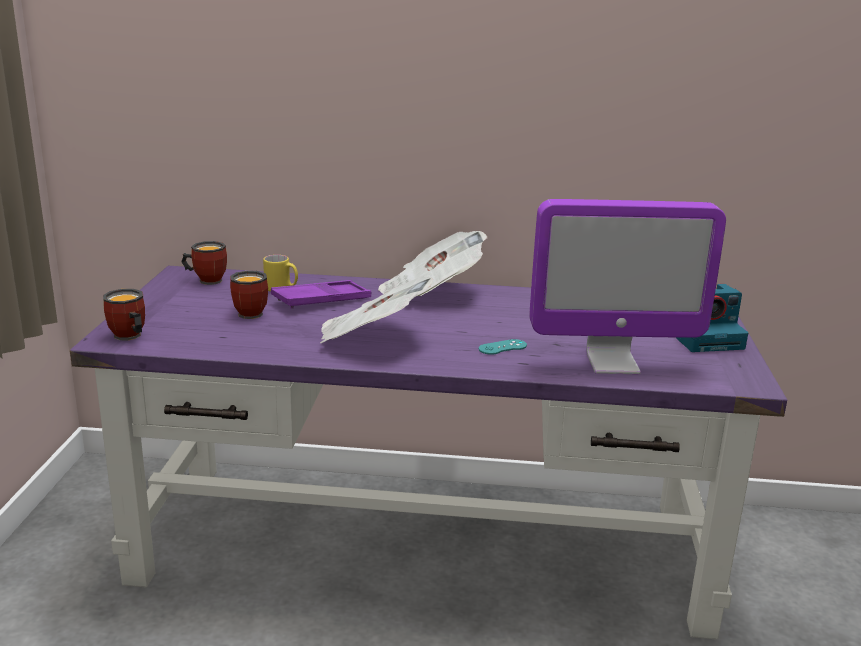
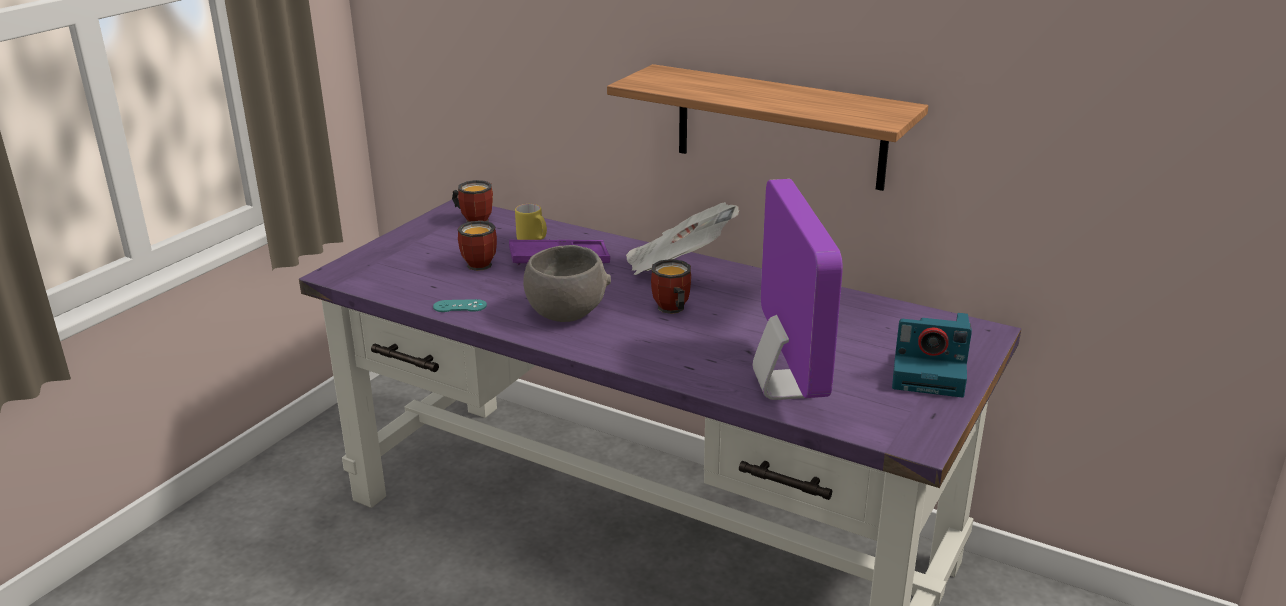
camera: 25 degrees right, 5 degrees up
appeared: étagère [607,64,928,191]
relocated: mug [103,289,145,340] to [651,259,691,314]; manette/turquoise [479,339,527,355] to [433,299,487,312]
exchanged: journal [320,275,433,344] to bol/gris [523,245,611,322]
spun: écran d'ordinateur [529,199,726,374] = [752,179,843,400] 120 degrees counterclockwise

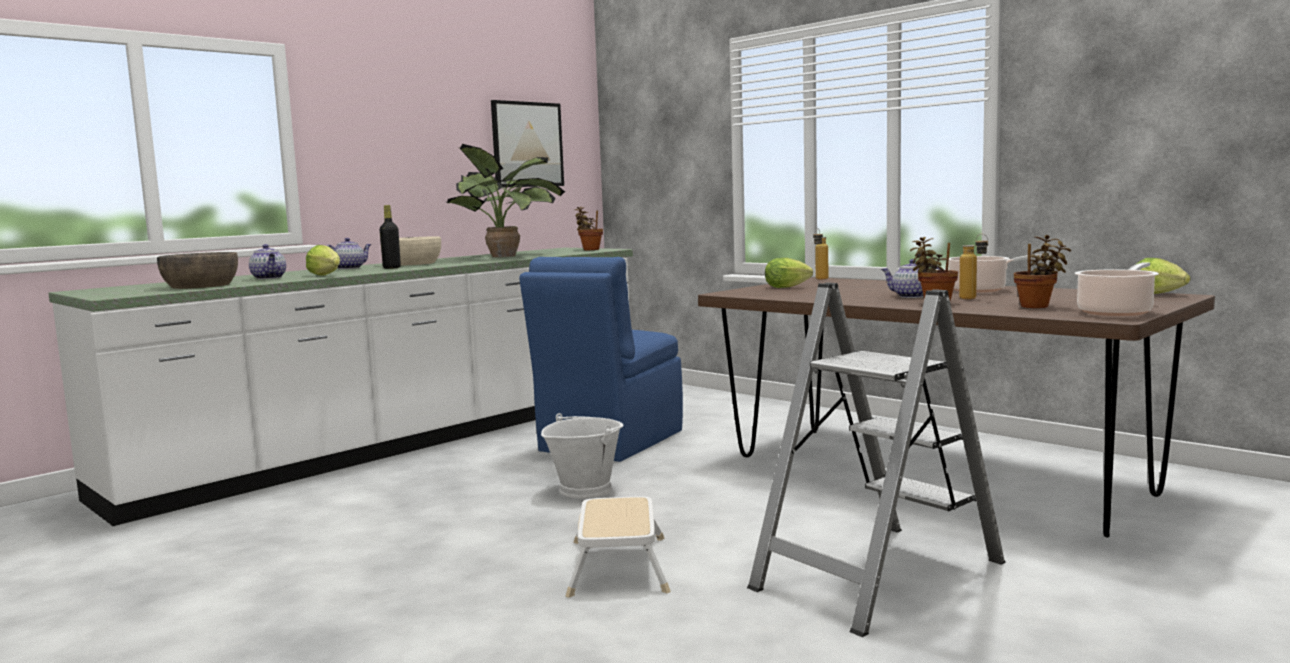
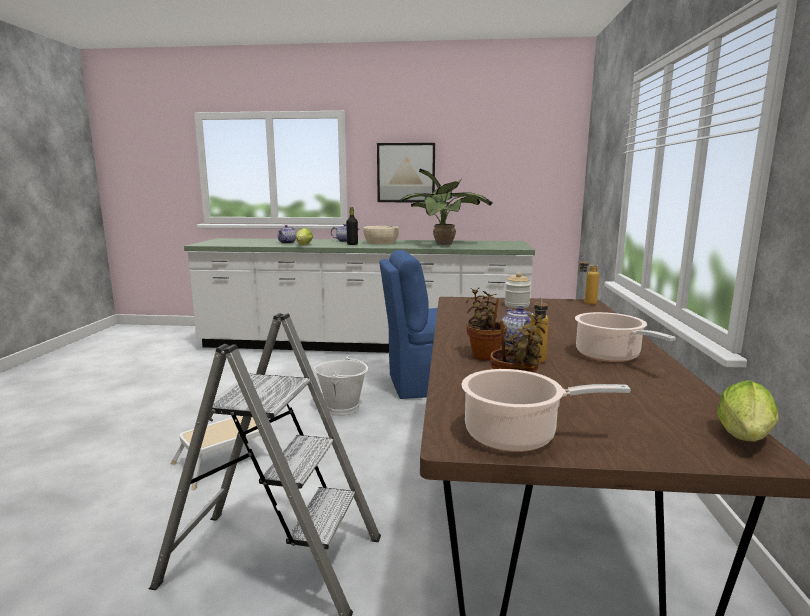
camera: 50 degrees right, 5 degrees up
missing: bol/marron [157,252,238,289]; plante en pot [575,207,603,250]
relocated: tableau [491,100,564,187] to [377,143,435,202]
exchanged: laitue [765,258,813,288] to bocal [505,272,531,308]

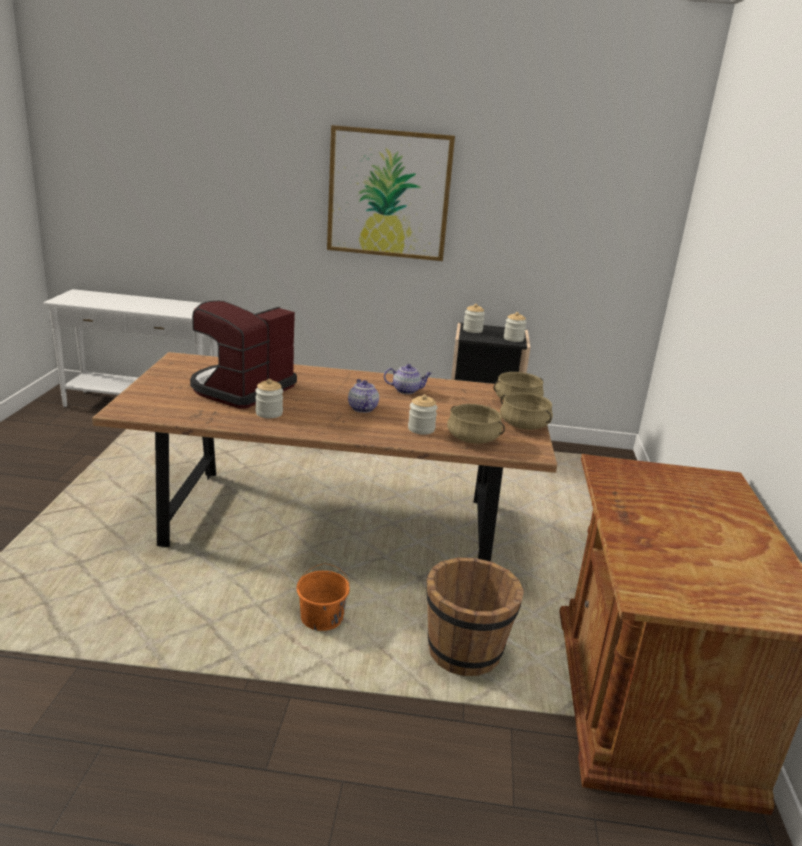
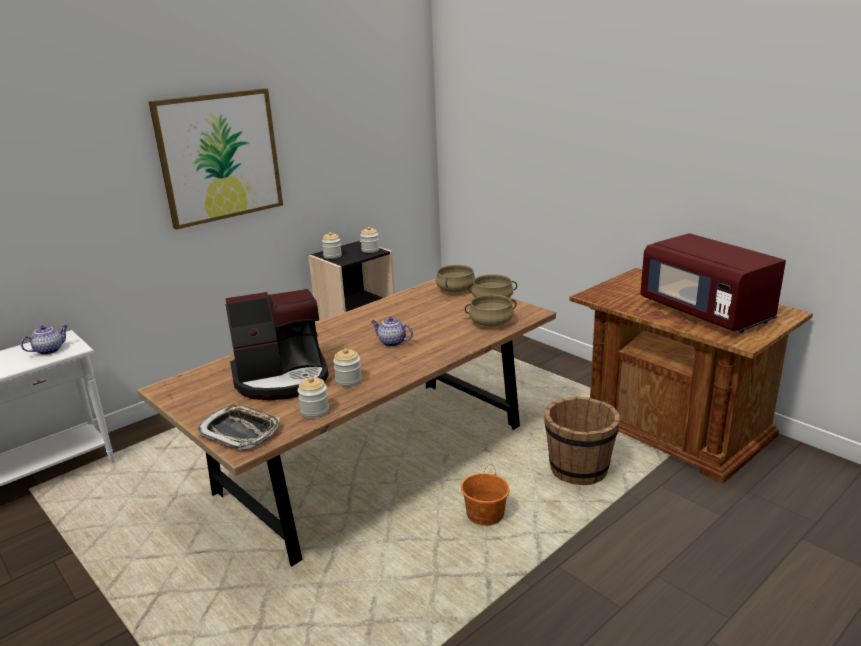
camera: 45 degrees left, 0 degrees up
appeared: plateau [197,405,280,449]; micro-ondes/rouge [640,233,786,333]
relocated: théière [384,364,432,394] to [21,325,68,355]; bocal [408,394,437,435] to [298,377,329,418]
spun: machine à café [190,301,297,409] = [225,289,329,400] 90 degrees counterclockwise

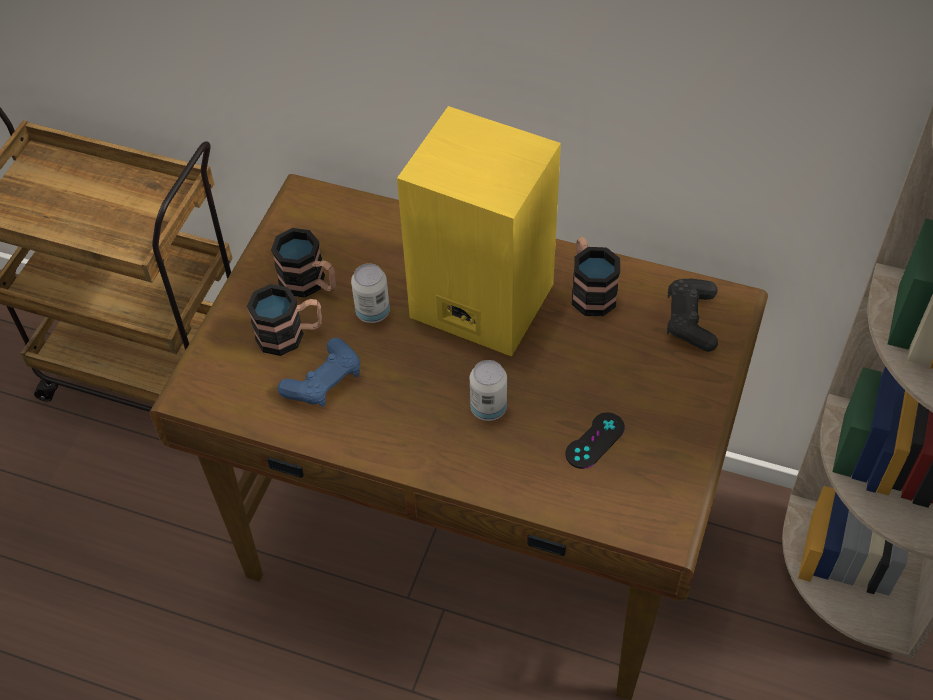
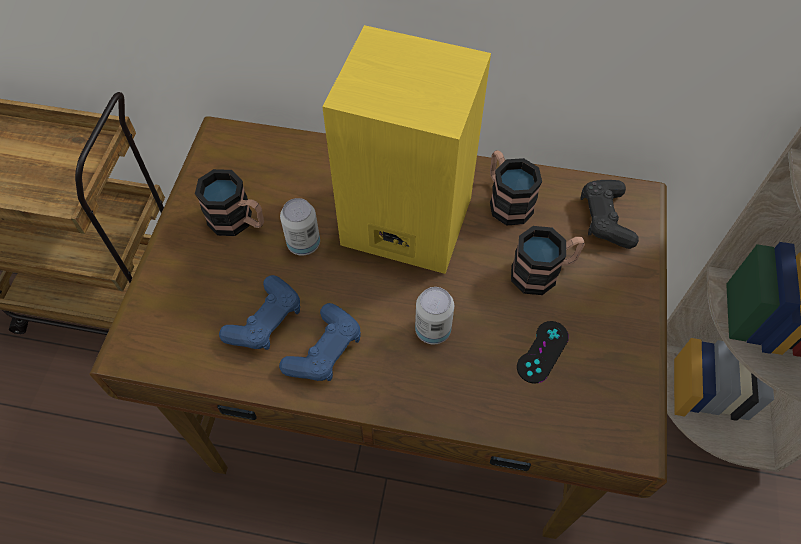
camera: 10 degrees left, 5 degrees up
appeared: manette/bleu [279,303,361,381]
relocated: mug [247,284,322,356] to [511,226,585,295]

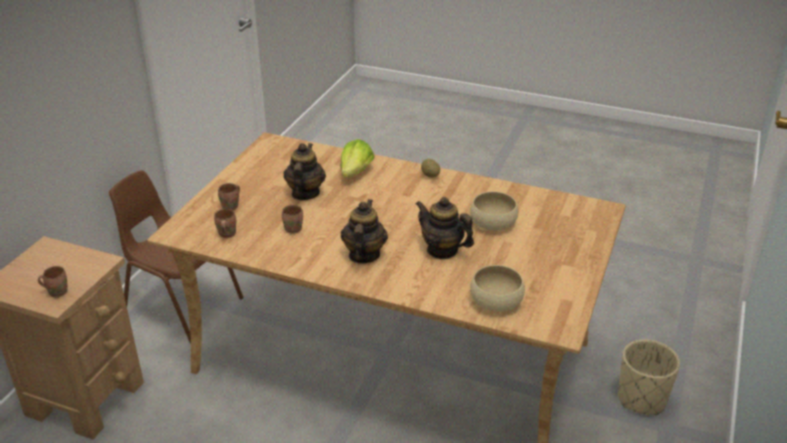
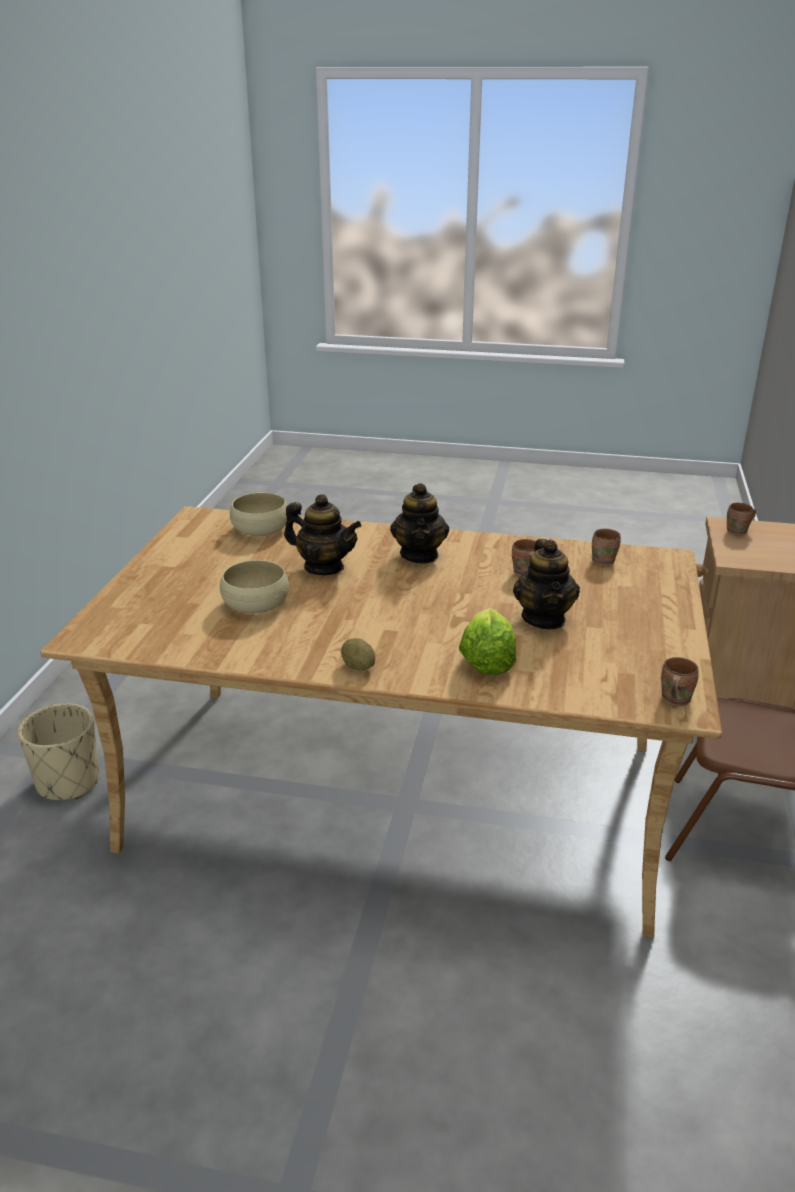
camera: 170 degrees right, 5 degrees down
relocated: mug/marron [218,183,240,210] to [661,657,699,706]

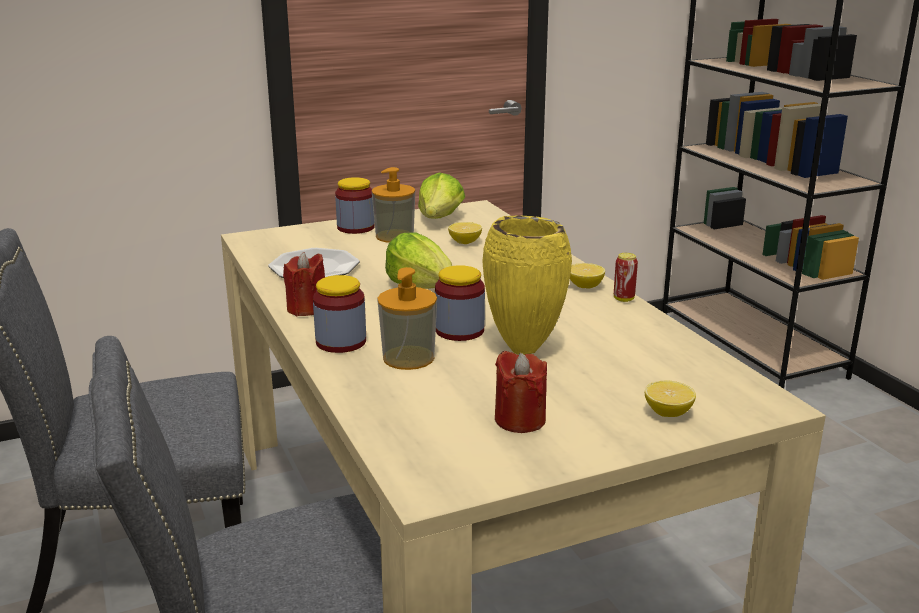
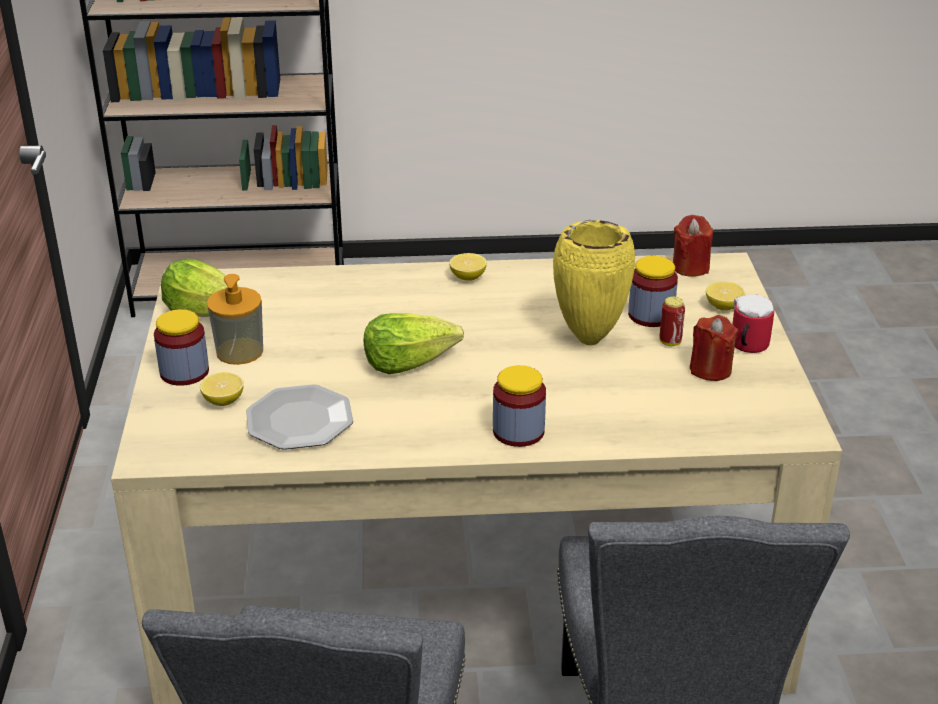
camera: 70 degrees left, 10 degrees up
missing: distributeur de savon [377,267,437,370]
appeared: mug [733,294,774,353]
relocated: bougie/rouge [283,252,325,316] to [673,215,713,277]; bocal [435,265,485,341] to [628,256,678,327]; citron [448,222,482,244] to [200,372,244,406]; boîte métallique [614,253,638,302] to [659,297,685,346]

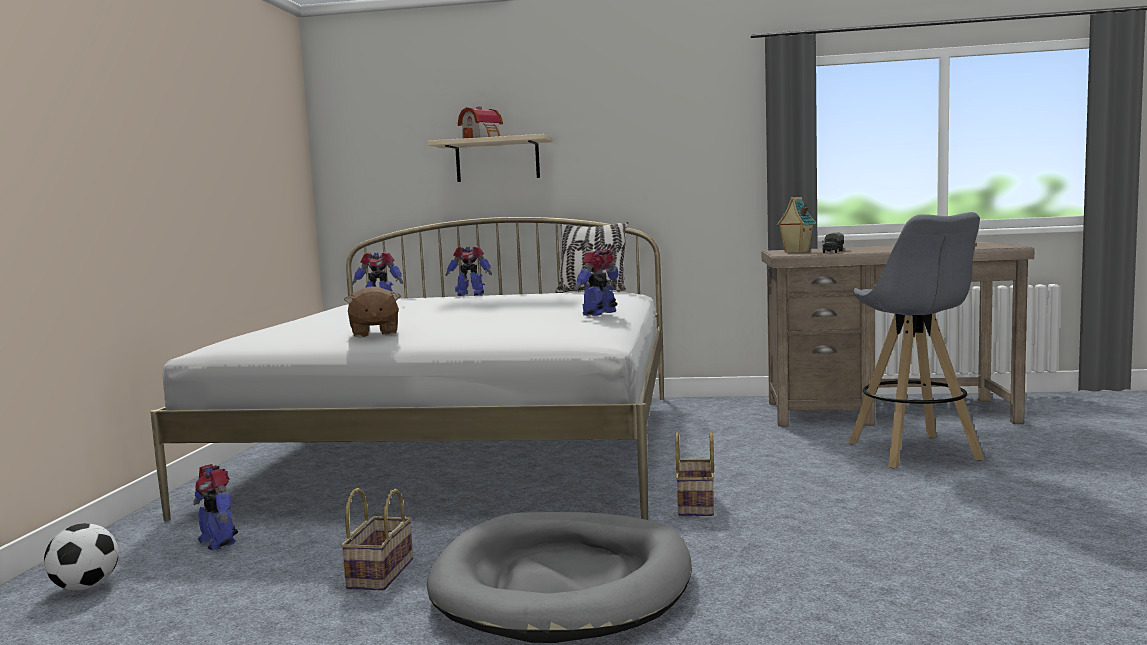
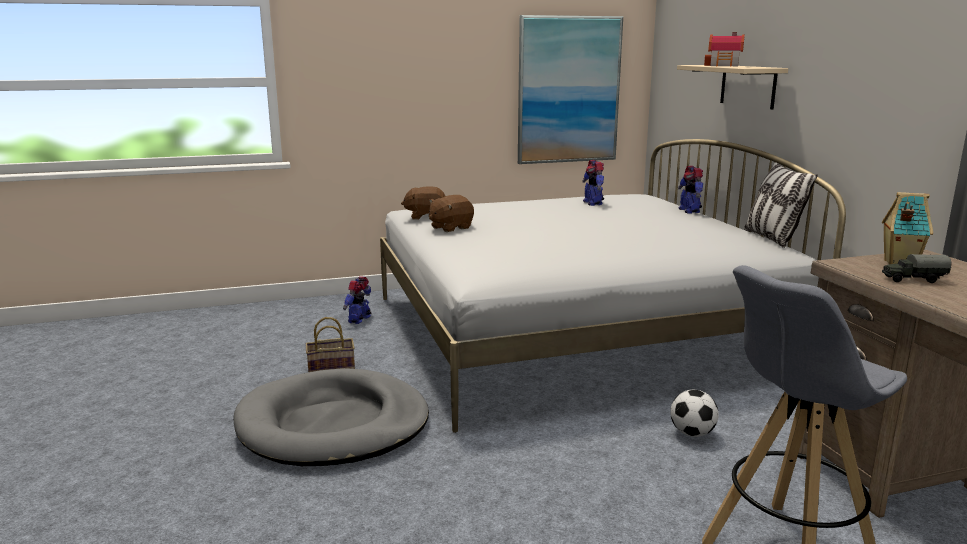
camera: 65 degrees right, 10 degrees up
missing: robot jouet [574,249,619,316]; panier [675,432,714,516]
appeared: peluche/marron [401,186,445,219]; tableau [518,15,623,164]
relocated: ballon de foot [44,523,119,591] to [670,390,719,437]

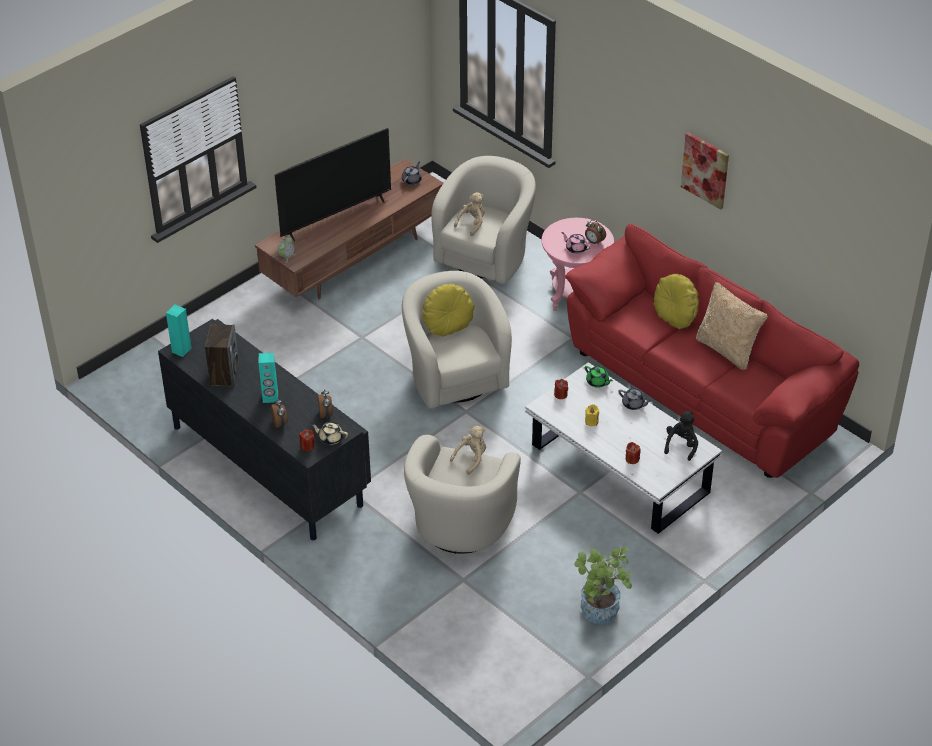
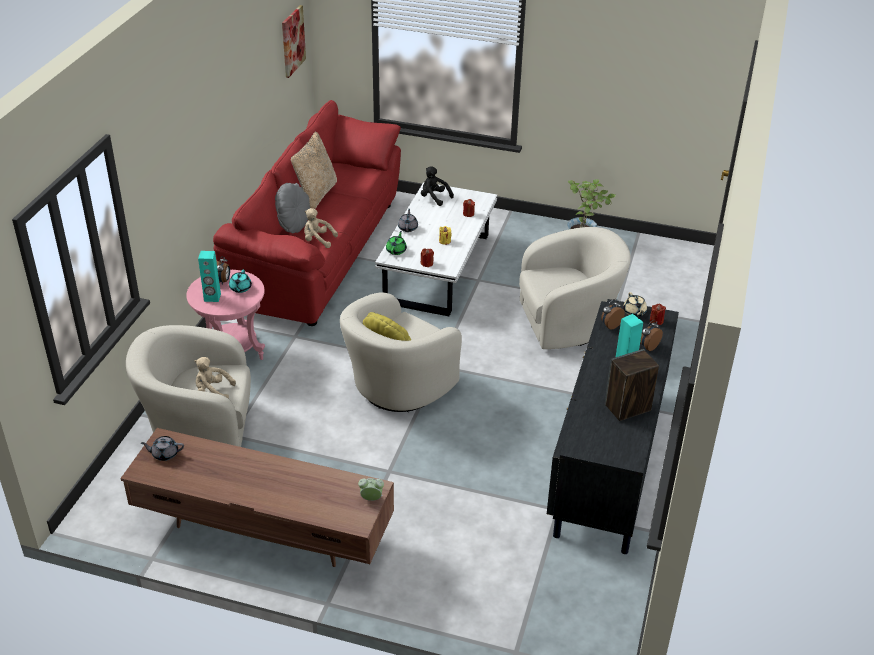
camera: 120 degrees left, 5 degrees down
missing: téléviseur [275,128,391,242]
relocated: enceinte/turquoise [166,305,192,357] to [198,251,221,302]; peluche/beige [450,426,486,475] to [304,208,338,248]; tableau [681,132,729,210] to [282,5,306,78]
colour: théière/rose [561,232,591,254] to théière/turquoise [229,270,252,293]; coussin/jaune [654,274,699,329] to coussin/gris [275,183,310,233]
spun: peluche/noir [664,411,698,461] = [421,166,454,206] 45 degrees clockwise

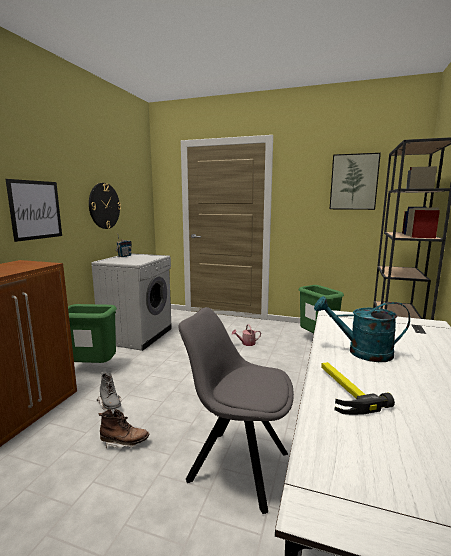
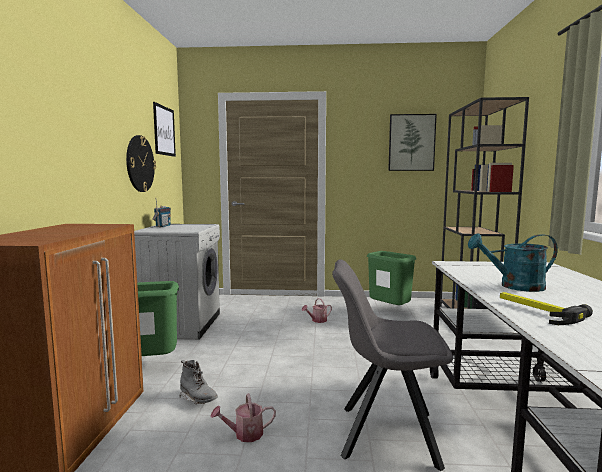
camera: 15 degrees left, 5 degrees down
relocated: tableau [5,179,62,242] to [153,102,176,157]
exchanged: botte/marron [99,409,149,449] to arrosoir [210,393,276,442]

